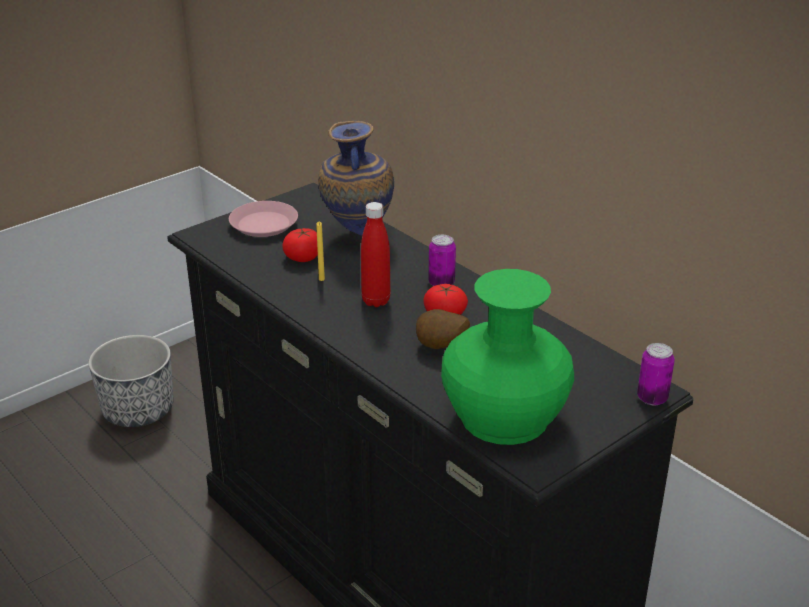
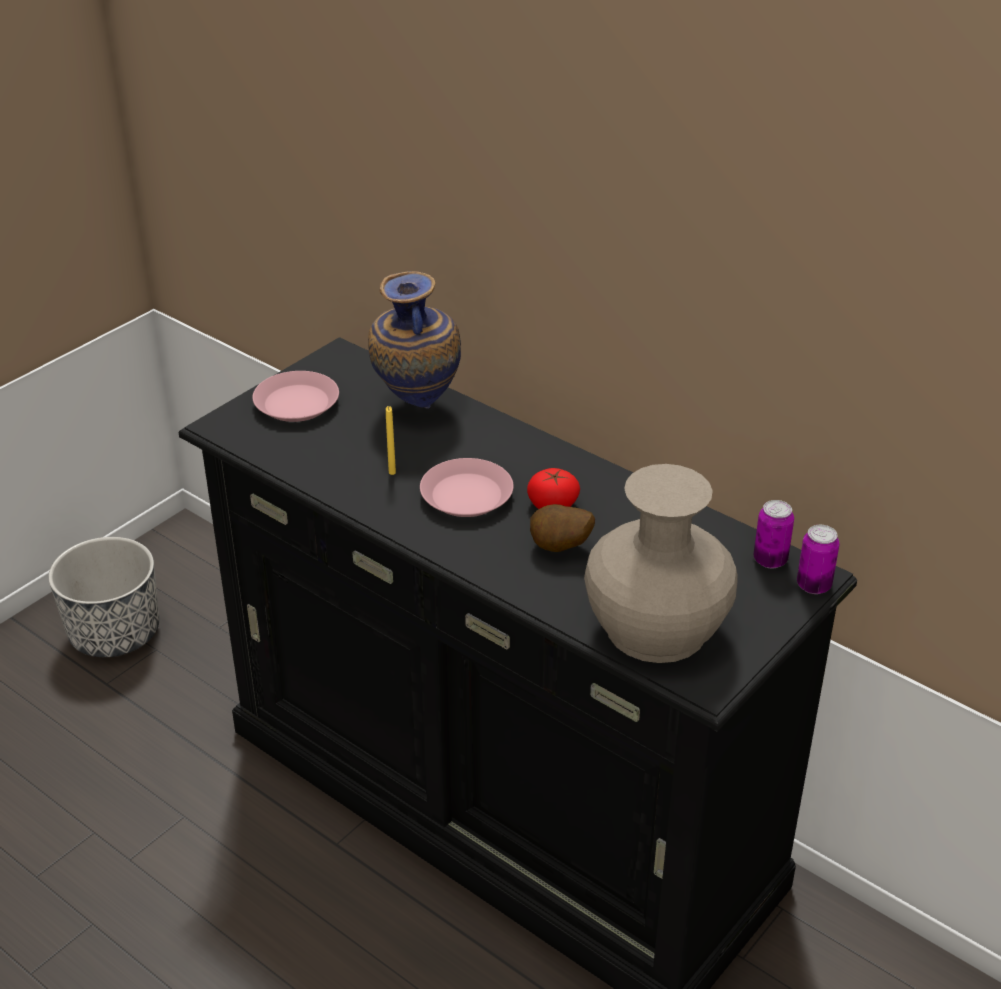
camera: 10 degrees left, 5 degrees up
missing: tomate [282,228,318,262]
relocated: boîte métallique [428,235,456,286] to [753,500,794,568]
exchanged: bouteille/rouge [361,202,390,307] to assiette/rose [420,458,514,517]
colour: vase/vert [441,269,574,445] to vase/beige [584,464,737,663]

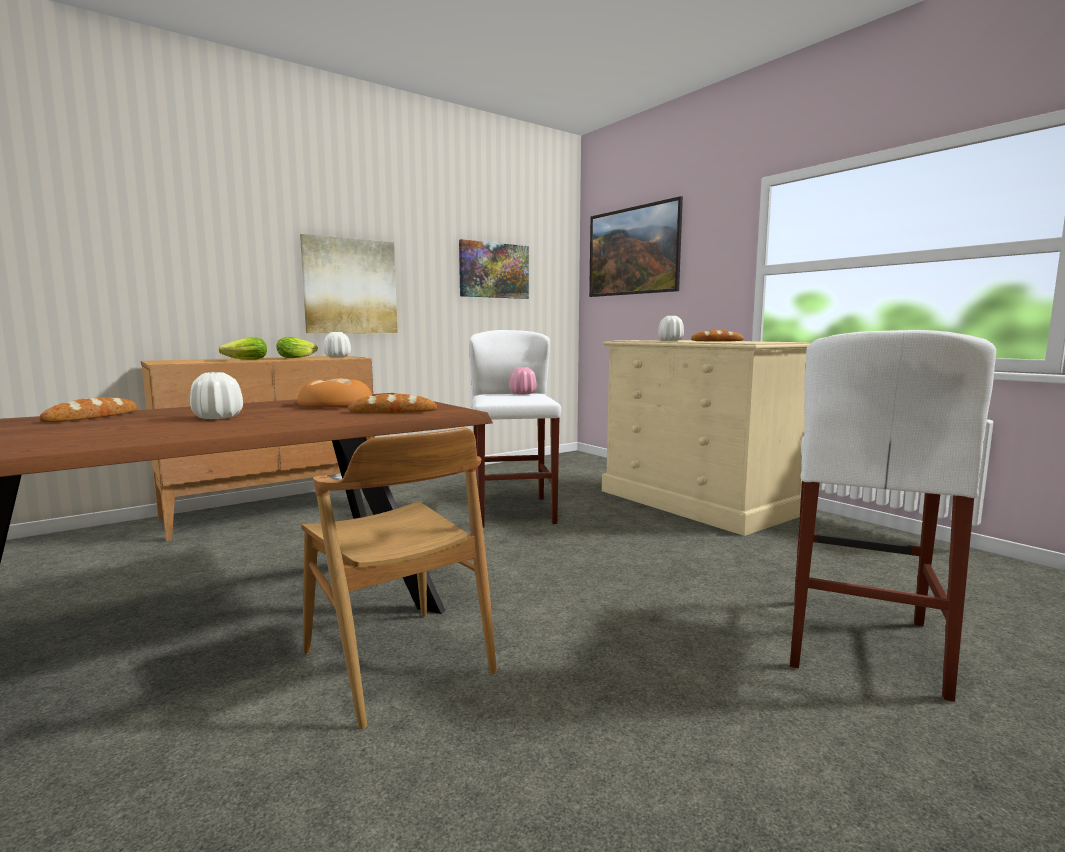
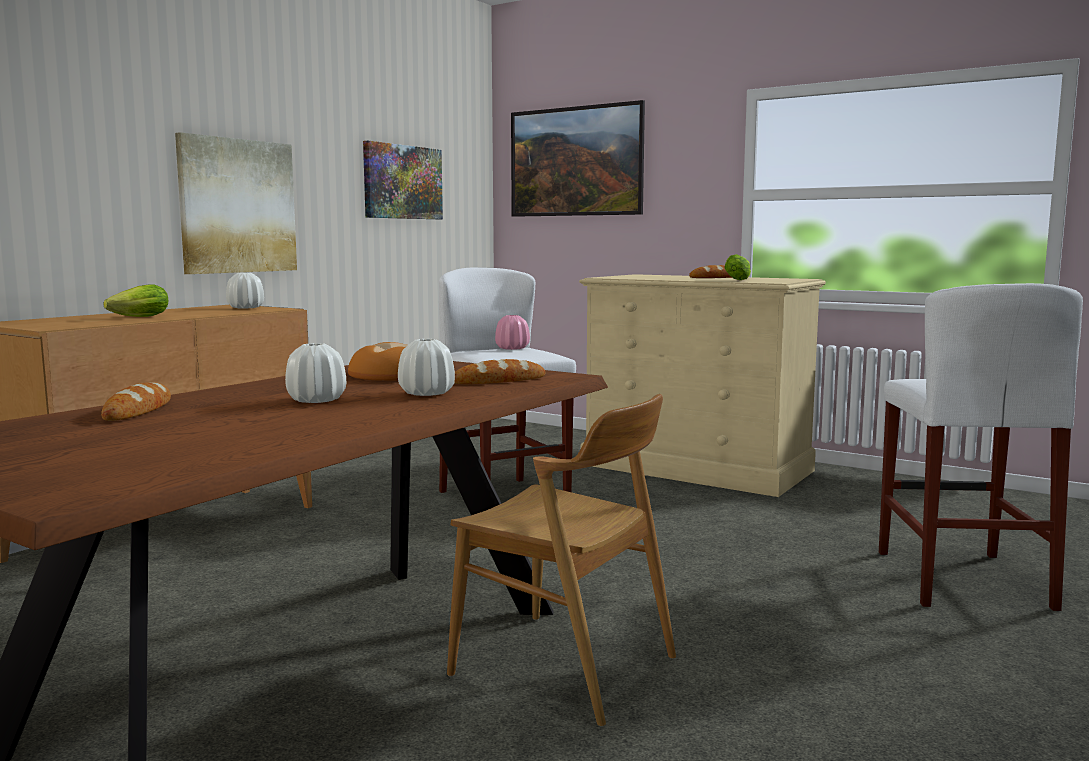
camera: 20 degrees left, 0 degrees up
relocated: laitue [276,337,318,358] to [724,254,751,280]; vase/blanc [658,316,684,341] to [398,339,455,396]

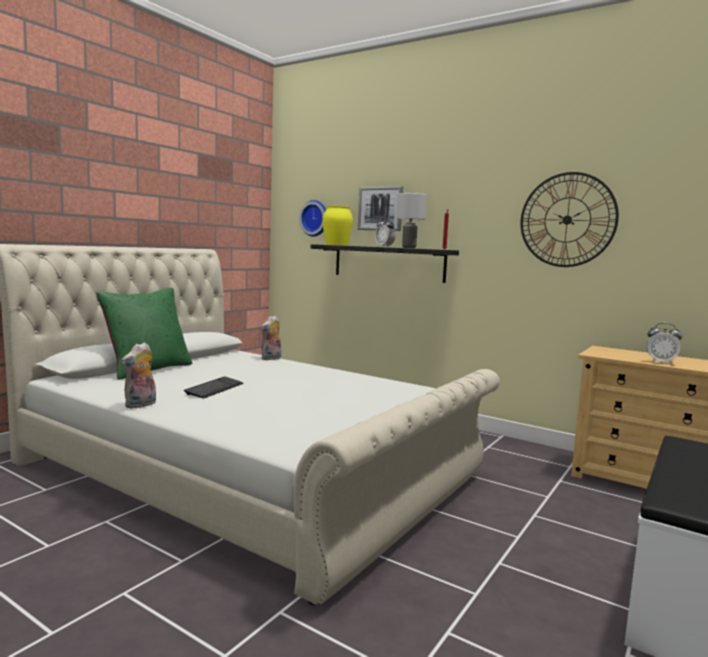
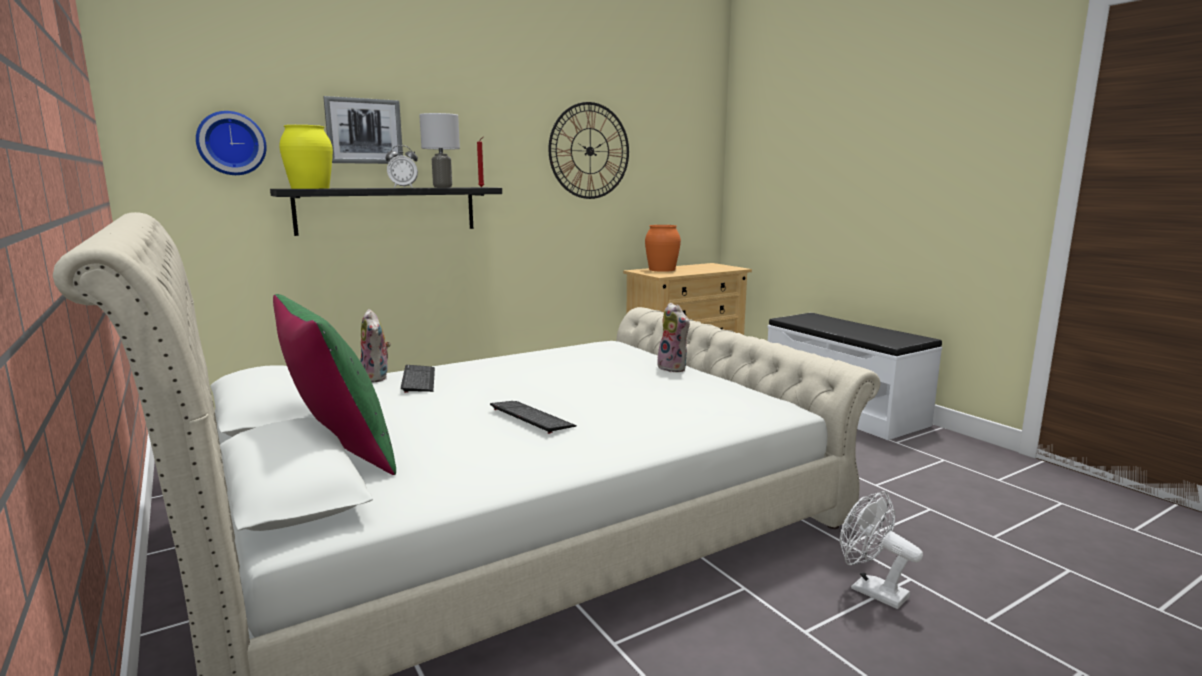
camera: 65 degrees left, 5 degrees up
missing: réveil [647,323,682,365]
appeared: clavier [401,365,435,393]; vase/orange [645,225,681,272]; ventilateur/blanc [840,491,923,609]
relocated: peluche [121,342,156,409] to [657,303,690,372]

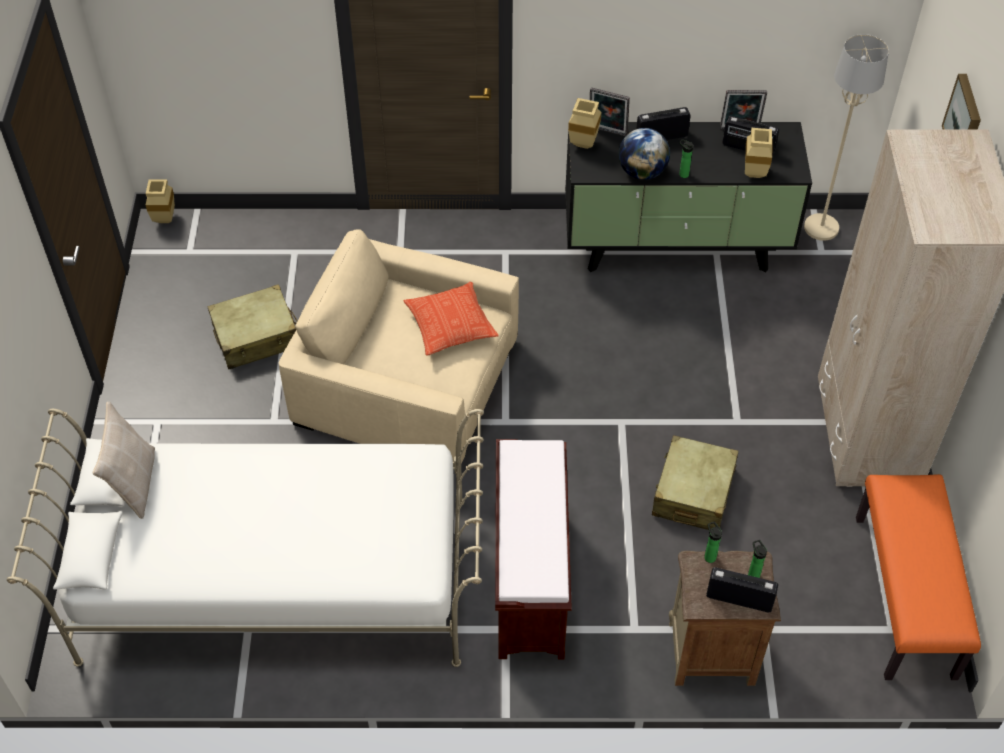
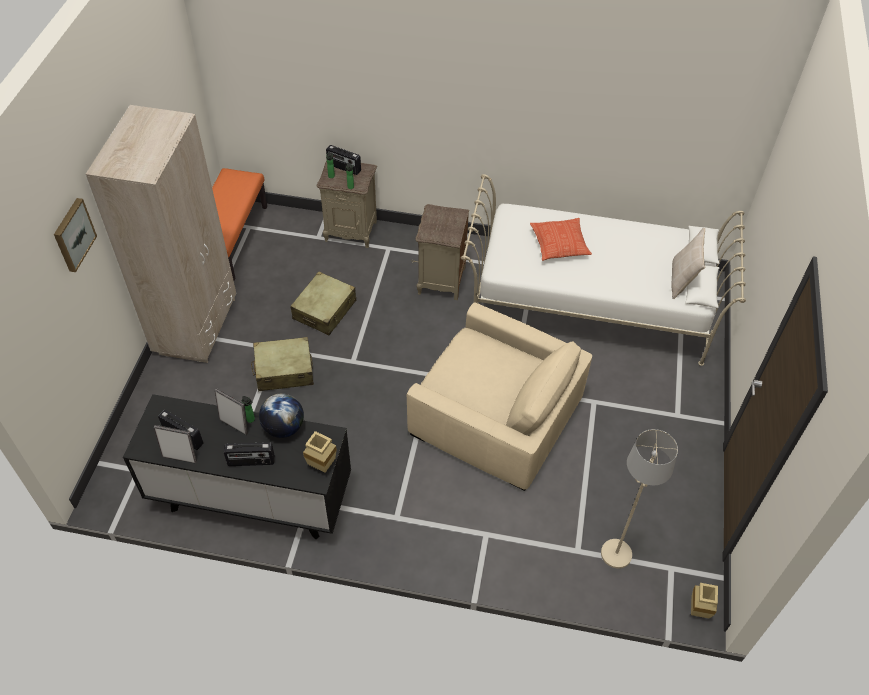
camera: 170 degrees left, 0 degrees up
missing: vase/beige [745,128,773,178]
relocated: valise/beige [207,284,297,369] to [251,337,314,391]; coussin/orange [404,282,499,356] to [530,218,592,261]; cadre photo [590,87,630,136] to [215,388,248,435]; lampadaire/beige [804,34,889,241] to [601,429,678,569]
exchanged: banc/marron [495,439,572,660] to table de chevet/beige [412,204,469,300]

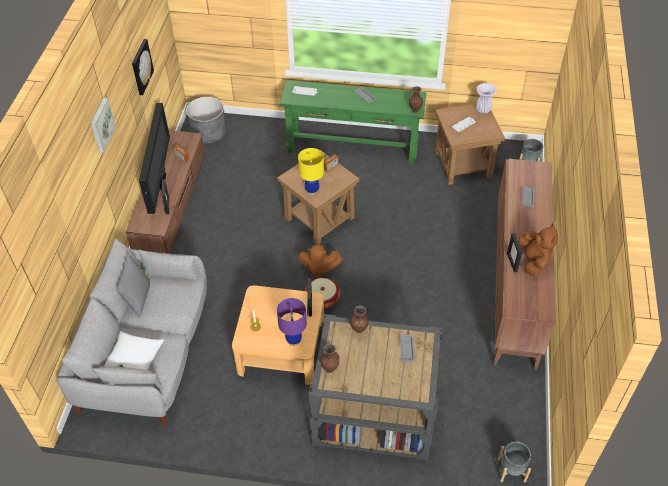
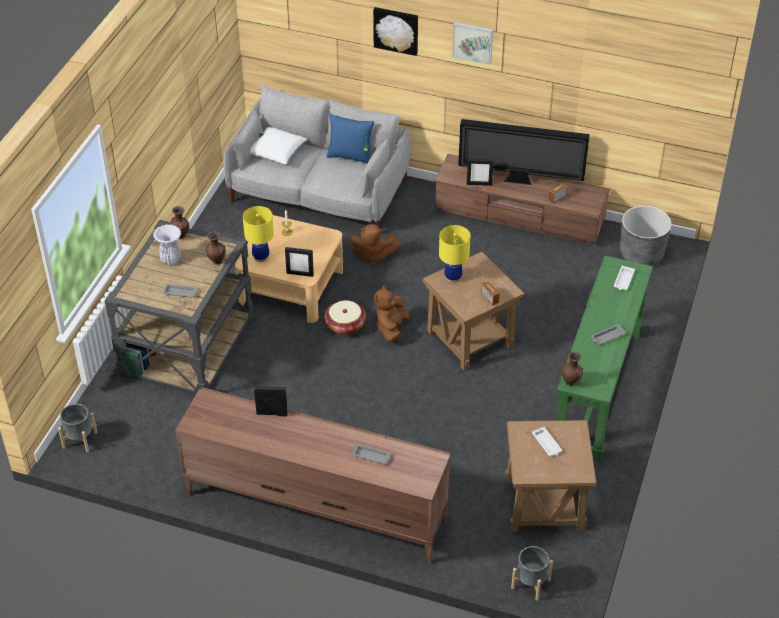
camera: 100 degrees right, 5 degrees down
relocated: tableau [132,39,154,95] to [373,7,418,56]; vase/blanc [476,83,497,114] to [153,225,181,265]; peluche/marron [518,224,558,276] to [349,224,400,266]
colour: coussin/gris [116,254,150,318] to coussin/bleu [327,114,374,164]; lampe de table/violet [277,298,307,346] to lampe de table/jaune [243,206,274,262]

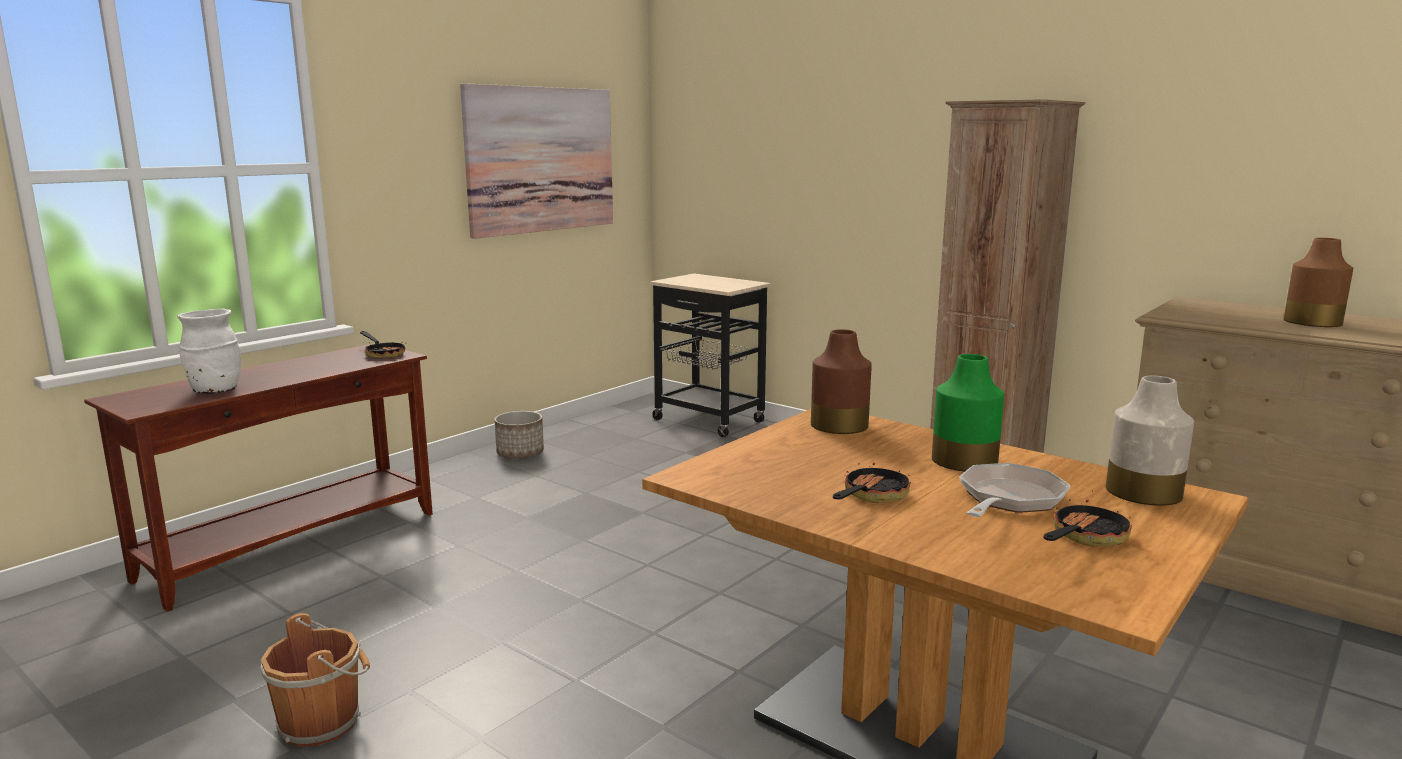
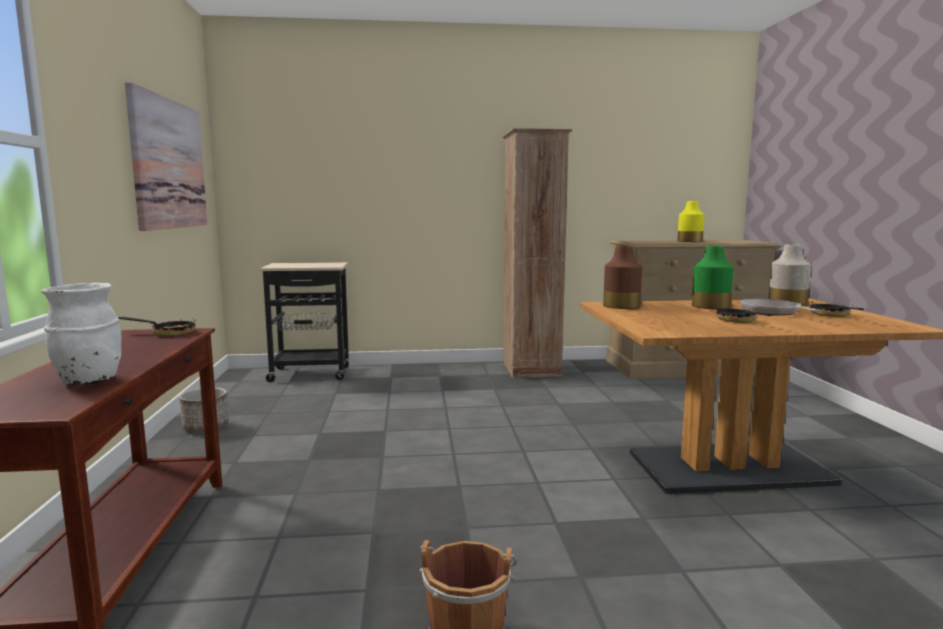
camera: 45 degrees left, 5 degrees down
colour: vase/marron [1284,238,1353,327] to vase/jaune [677,201,705,242]

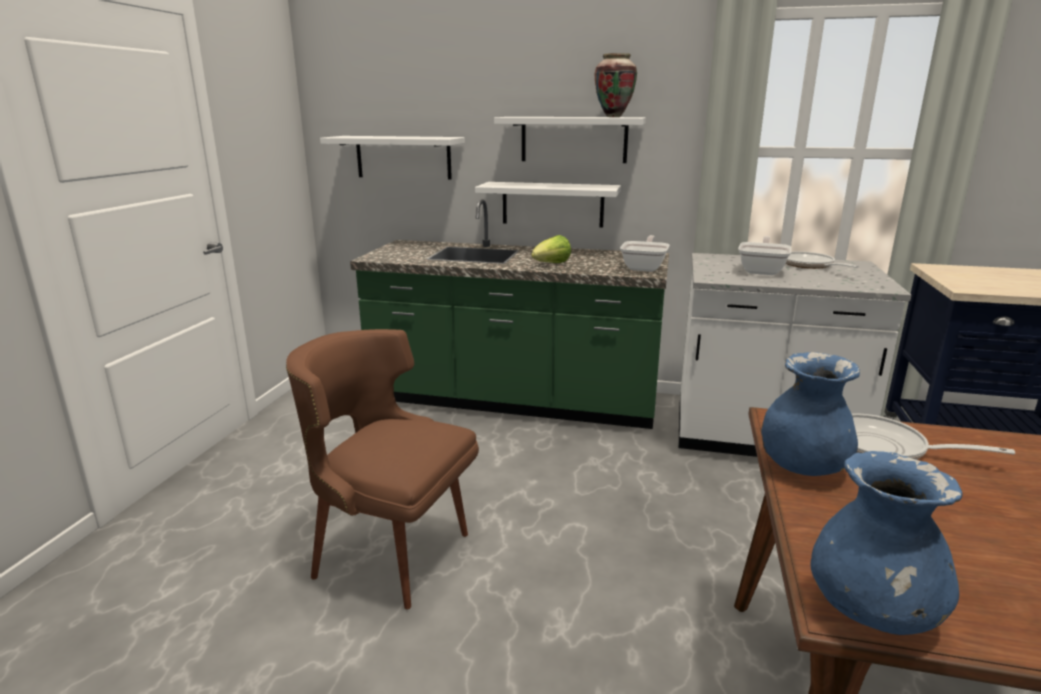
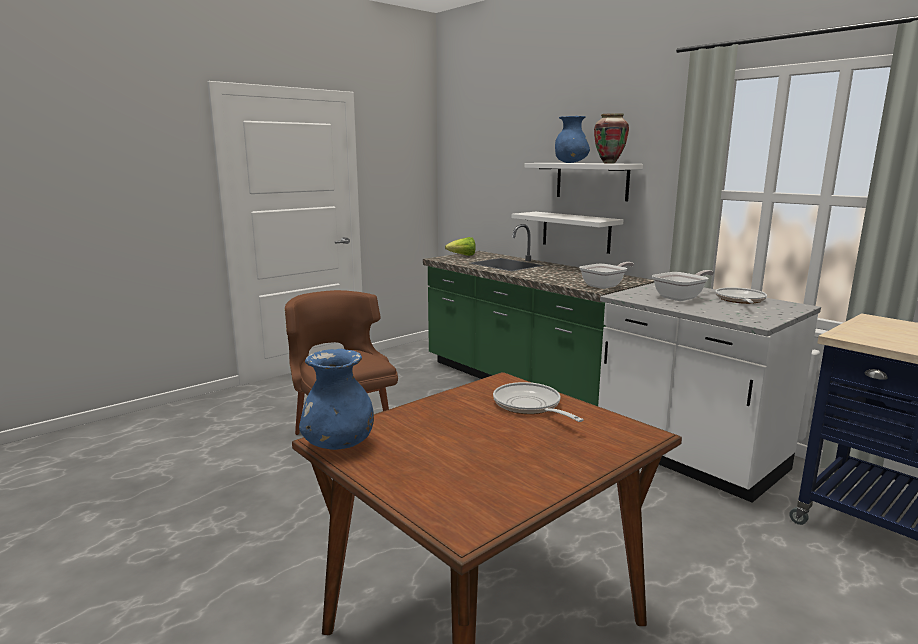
camera: 35 degrees right, 5 degrees down
missing: étagère/blanc [320,136,465,180]
relocated: laitue [531,235,571,263] to [445,237,476,256]; vase/bleu [761,352,860,476] to [555,116,590,163]

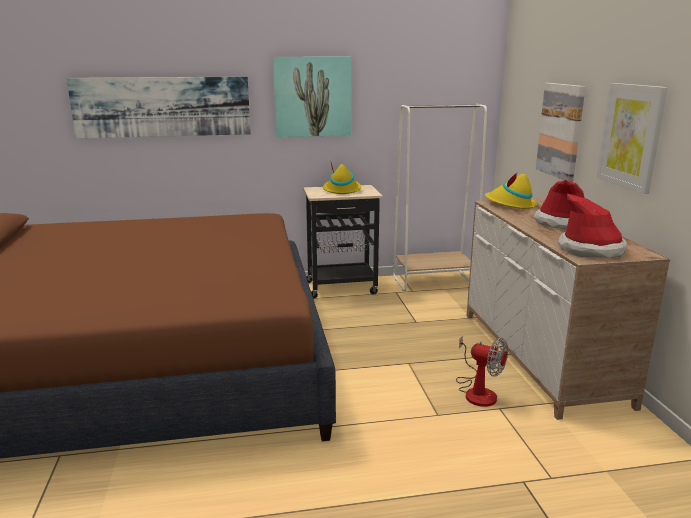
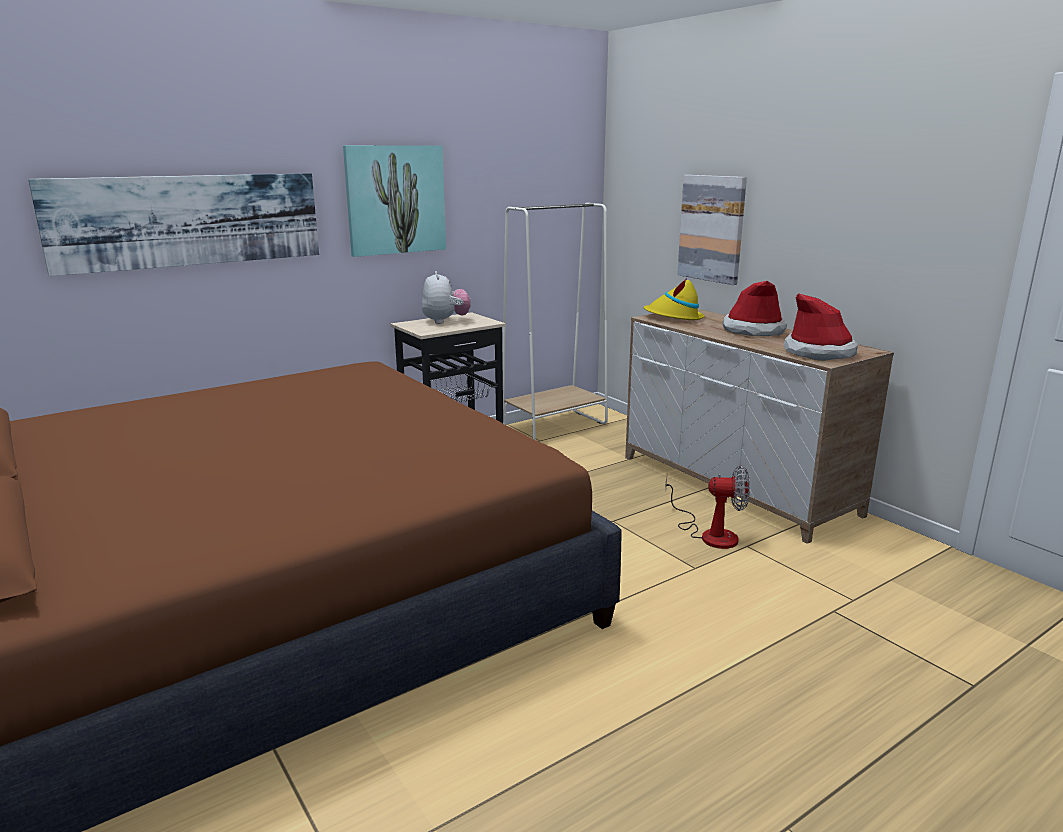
camera: 25 degrees left, 0 degrees up
missing: tableau [597,83,668,194]
exchanged: chapeau/jaune [323,160,361,194] to peluche [422,271,471,324]

